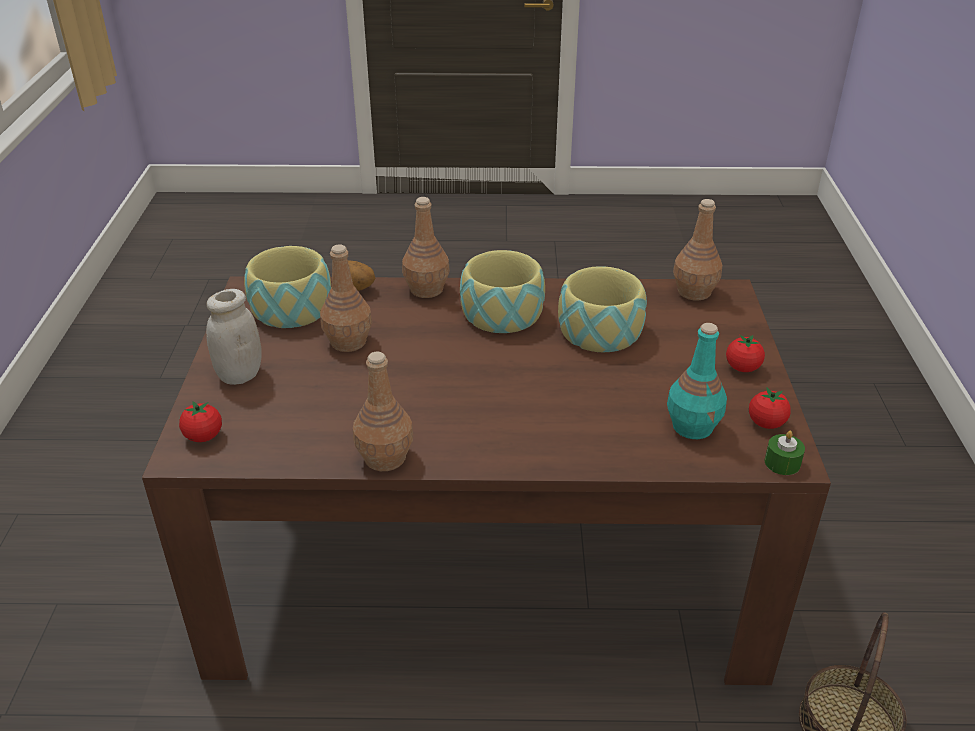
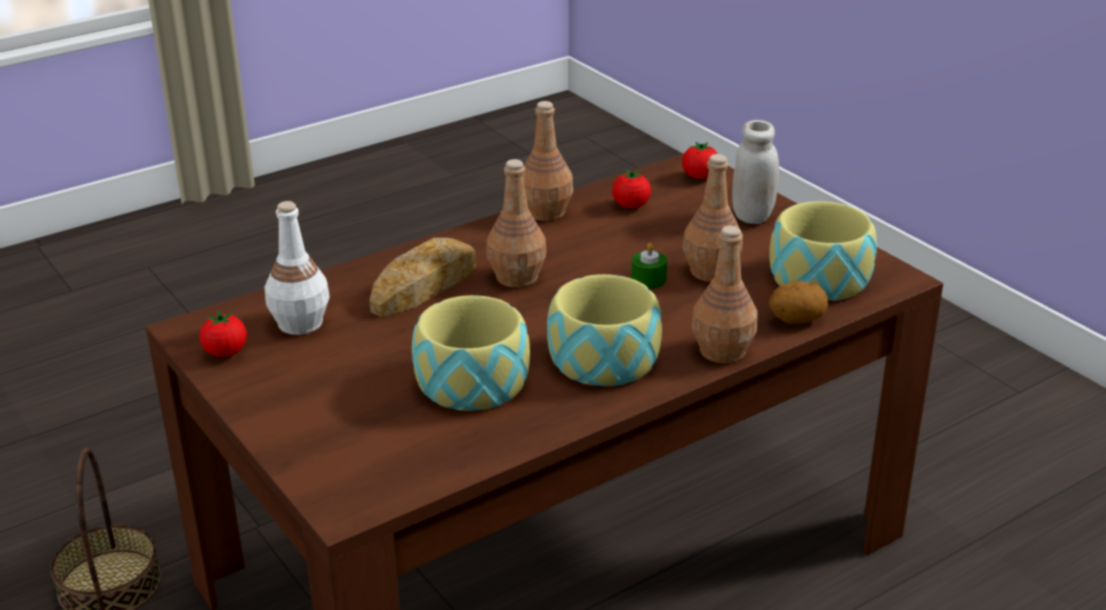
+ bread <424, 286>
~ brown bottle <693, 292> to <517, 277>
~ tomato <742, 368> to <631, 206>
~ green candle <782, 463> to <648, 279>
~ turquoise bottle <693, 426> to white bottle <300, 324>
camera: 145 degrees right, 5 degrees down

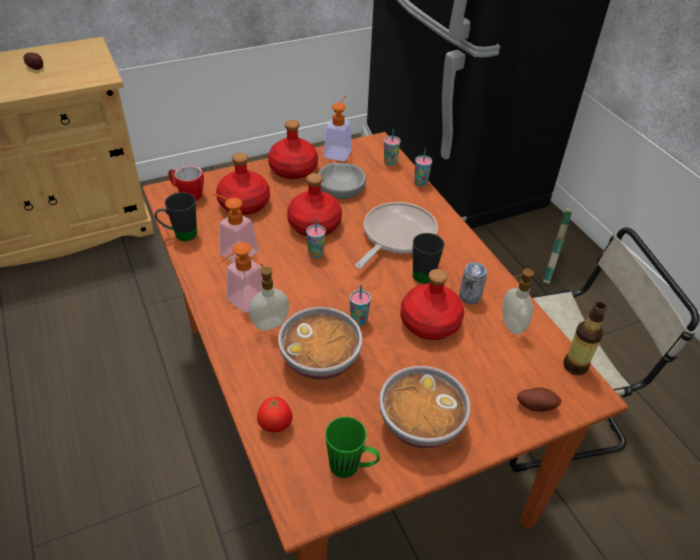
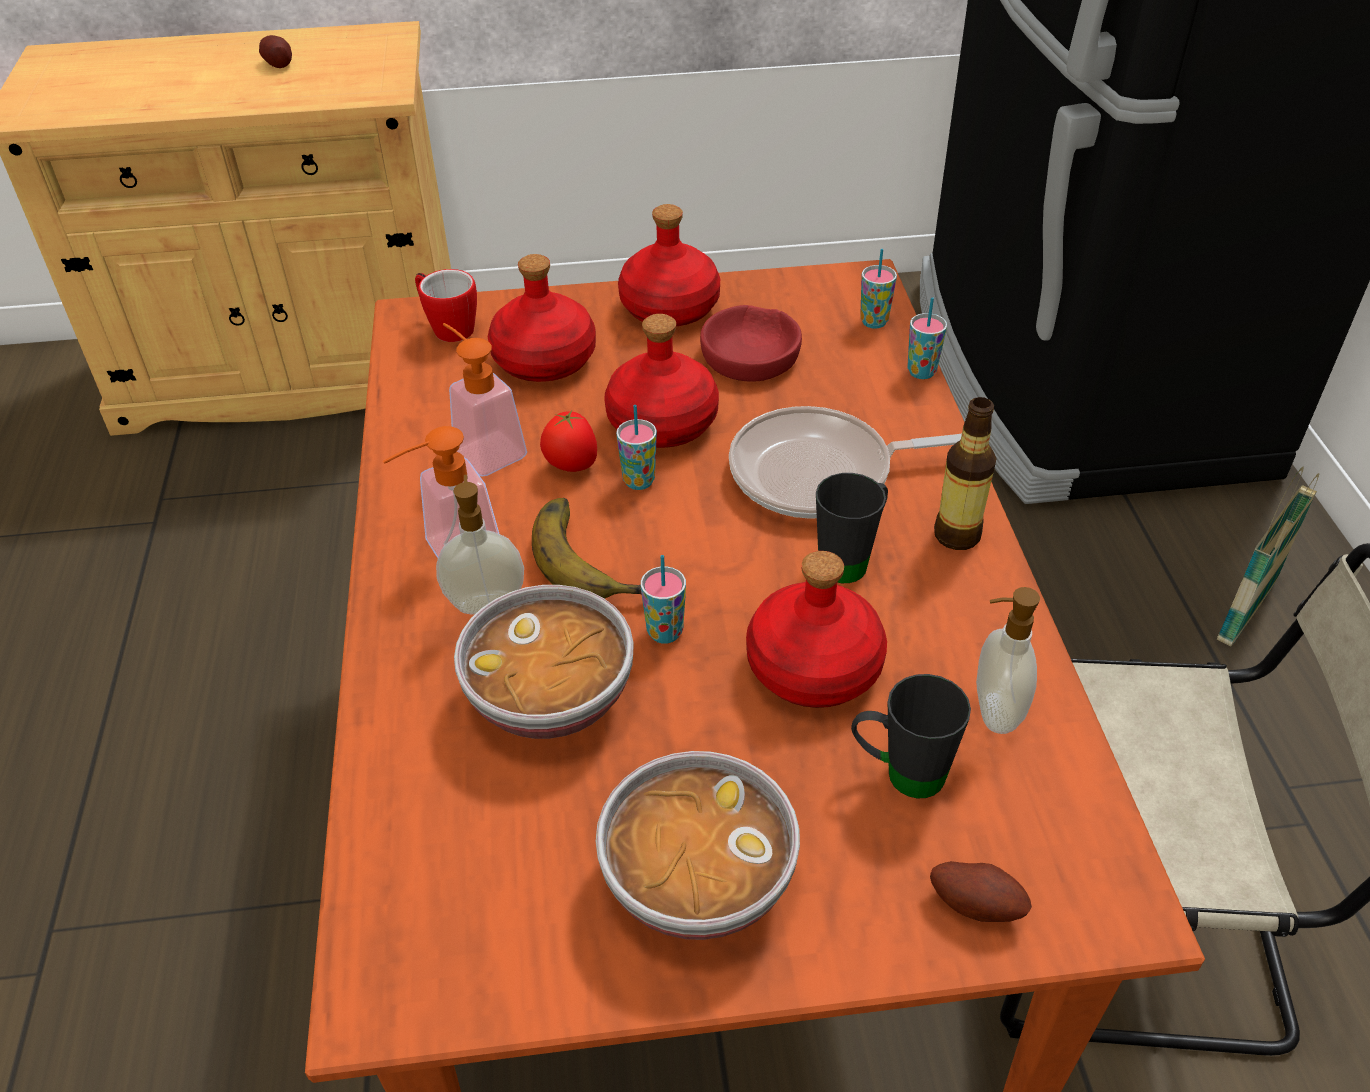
- soap dispenser <339, 151>
- green mug <351, 468>
- can <469, 297>
+ banana <597, 555>
~ black mug <180, 235> to <900, 774>
~ tomato <275, 426> to <571, 466>
~ bottle <575, 366> to <956, 535>
~ grey bowl <341, 186> to red bowl <750, 355>
~ frying pan <396, 236> = <820, 473> 150 degrees counterclockwise
camera: 20 degrees right, 0 degrees up

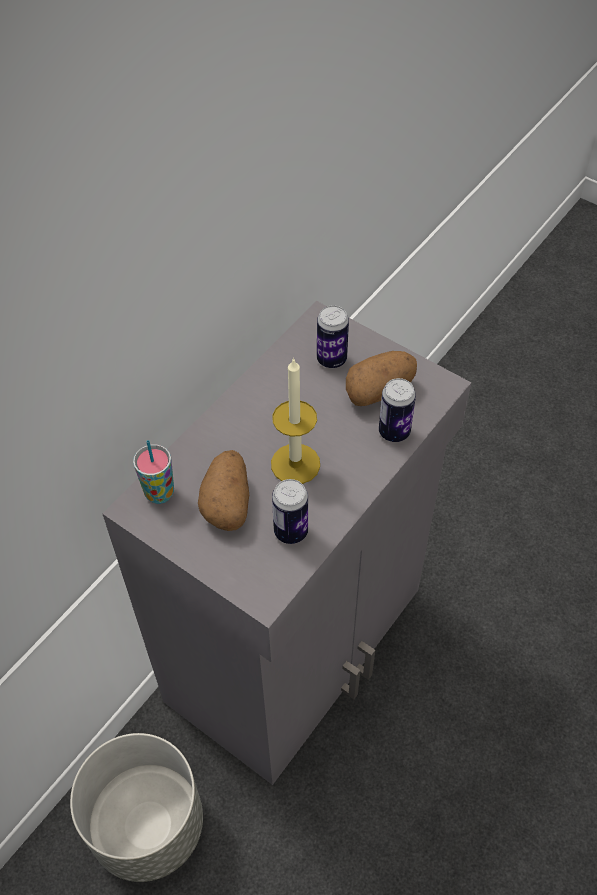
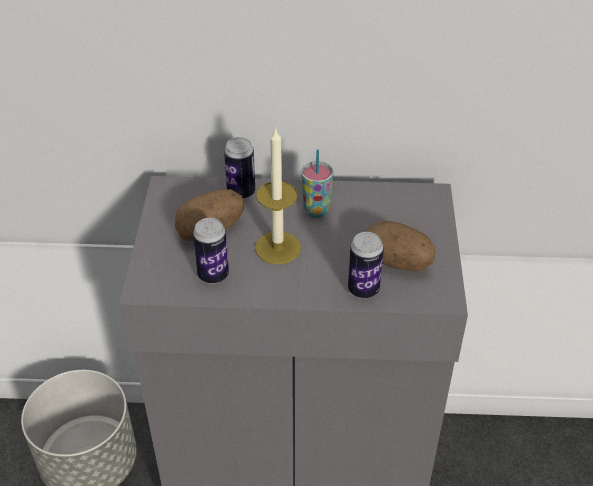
~ cup <159, 493> to <316, 210>
~ can <331, 359> to <241, 192>
camera: 55 degrees right, 10 degrees down

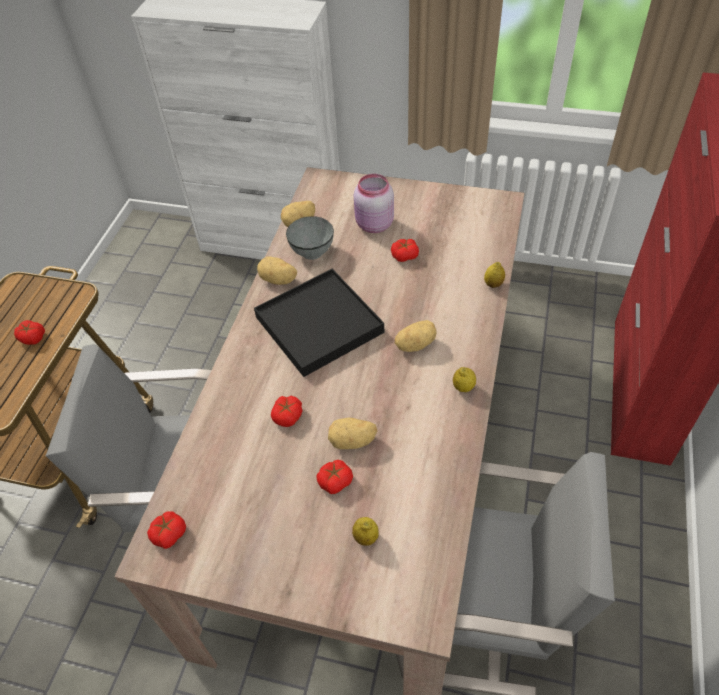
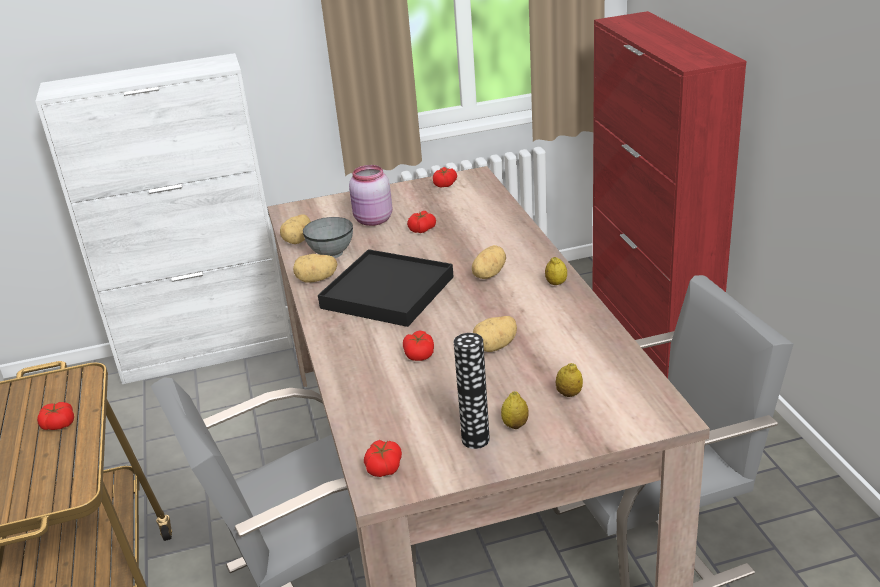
+ vase <475, 439>
~ tomato <335, 481> to <445, 184>
~ lemon <493, 284> to <515, 425>
camera: 30 degrees left, 20 degrees down

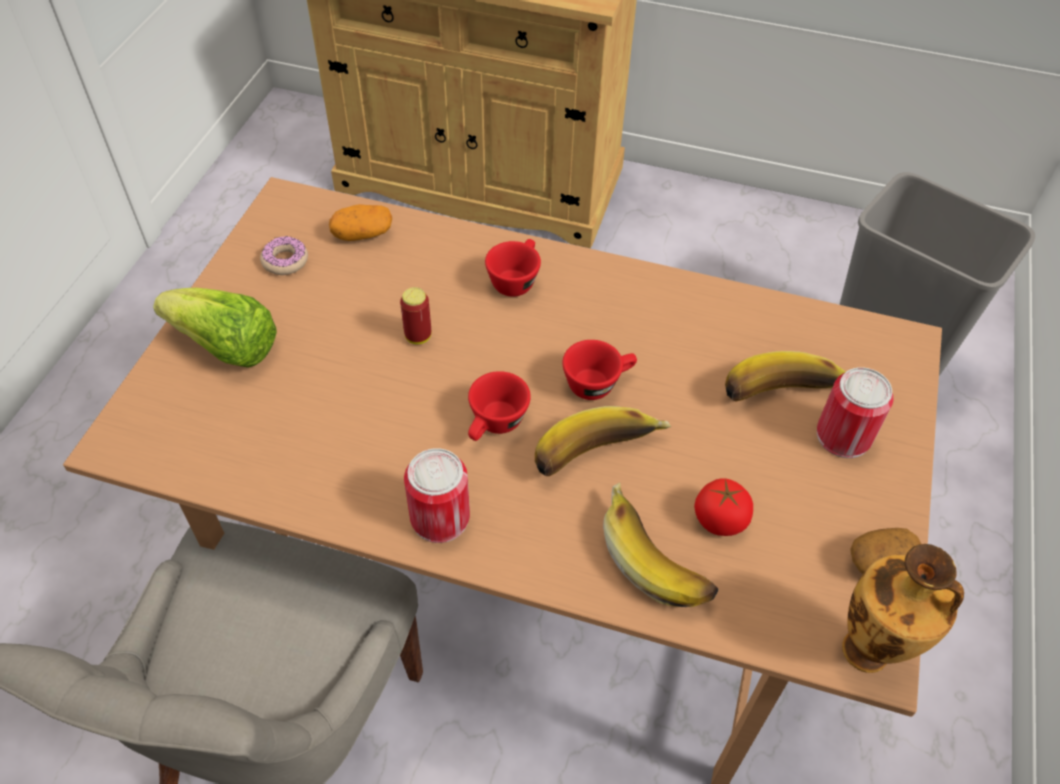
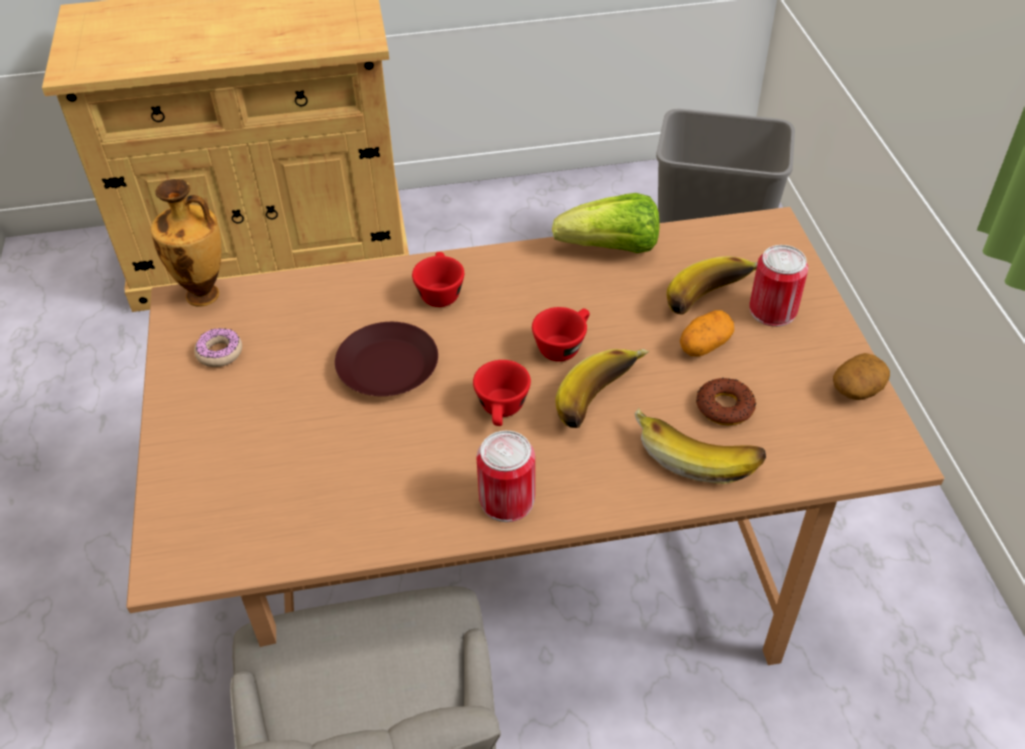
~ lettuce <225, 347> to <611, 248>
~ potato <362, 234> to <704, 345>
~ vase <868, 653> to <205, 296>
~ can <418, 336> to brown plate <387, 368>
~ tomato <720, 519> to donut <725, 407>
camera: 25 degrees left, 5 degrees down

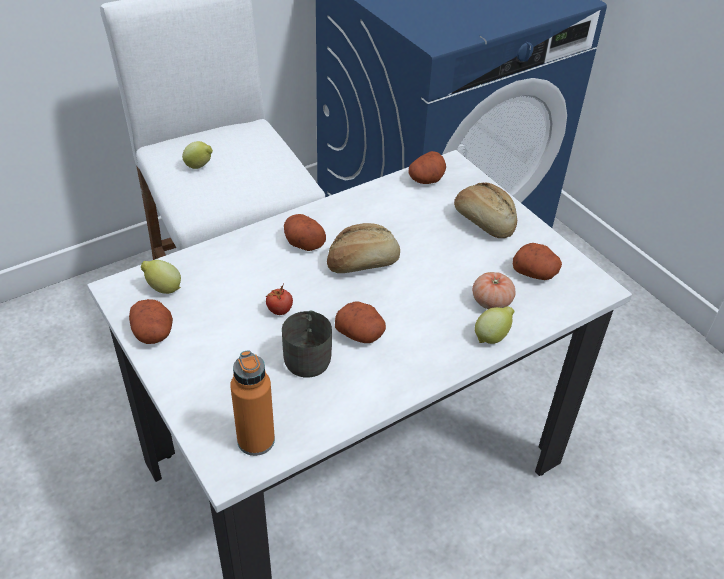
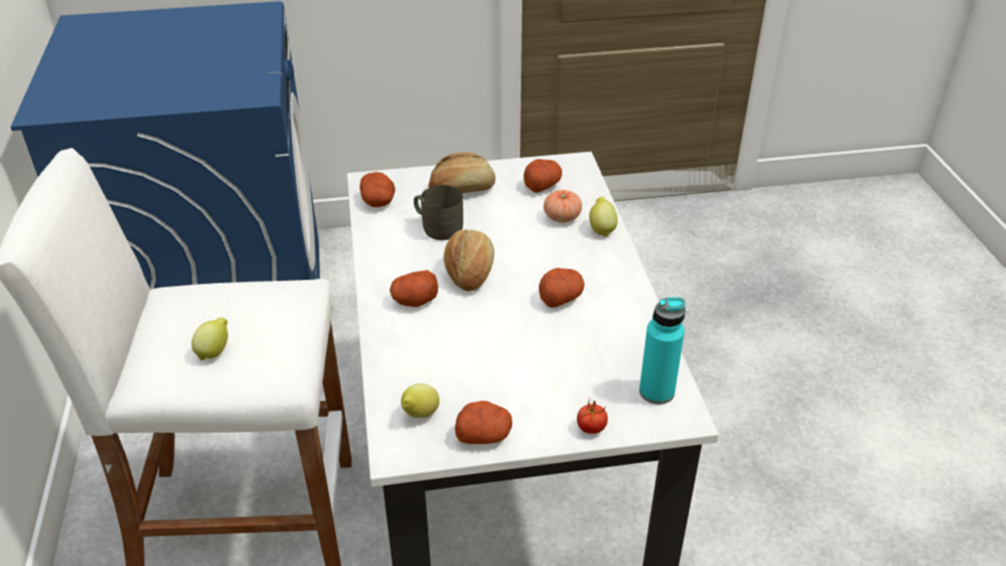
~ tomato <279, 310> to <591, 429>
~ grey mug <309, 355> to <438, 226>
~ orange bottle <256, 440> to turquoise bottle <656, 392>
camera: 65 degrees left, 5 degrees down

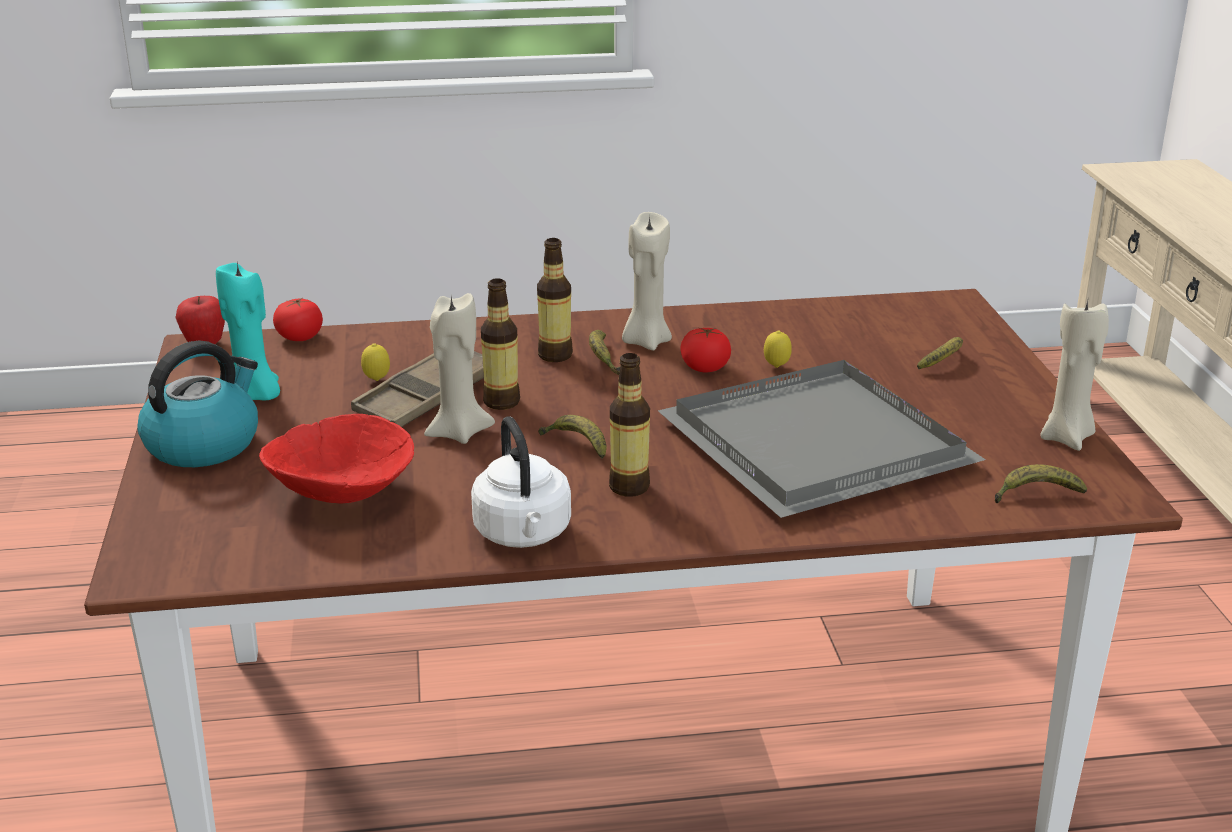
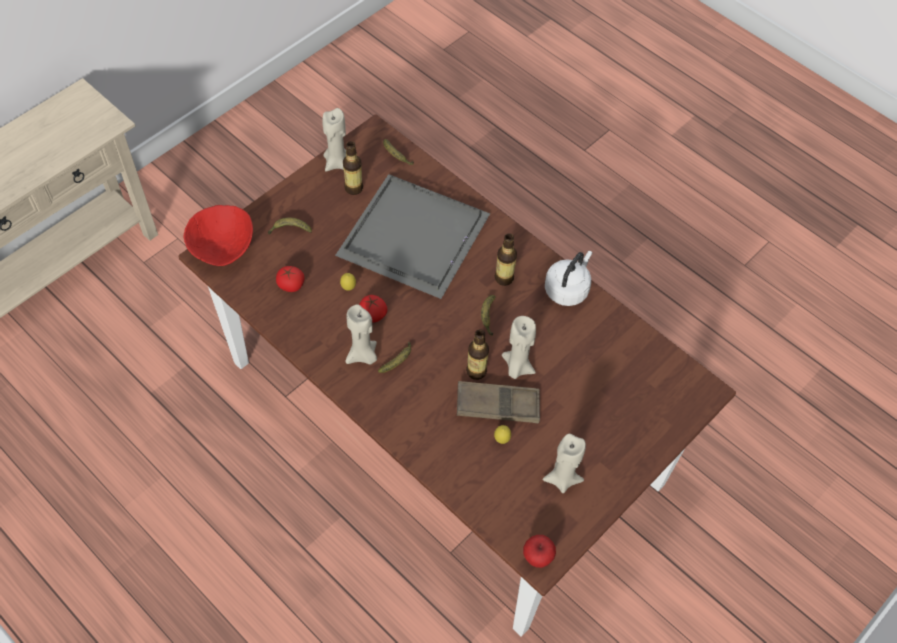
- kettle <204, 444>
~ red bowl <340, 493> to <223, 247>
~ tomato <300, 337> to <291, 285>
~ bottle <555, 355> to <354, 188>
~ turquoise candle <255, 396> to beige candle <562, 479>
camera: 130 degrees left, 30 degrees up

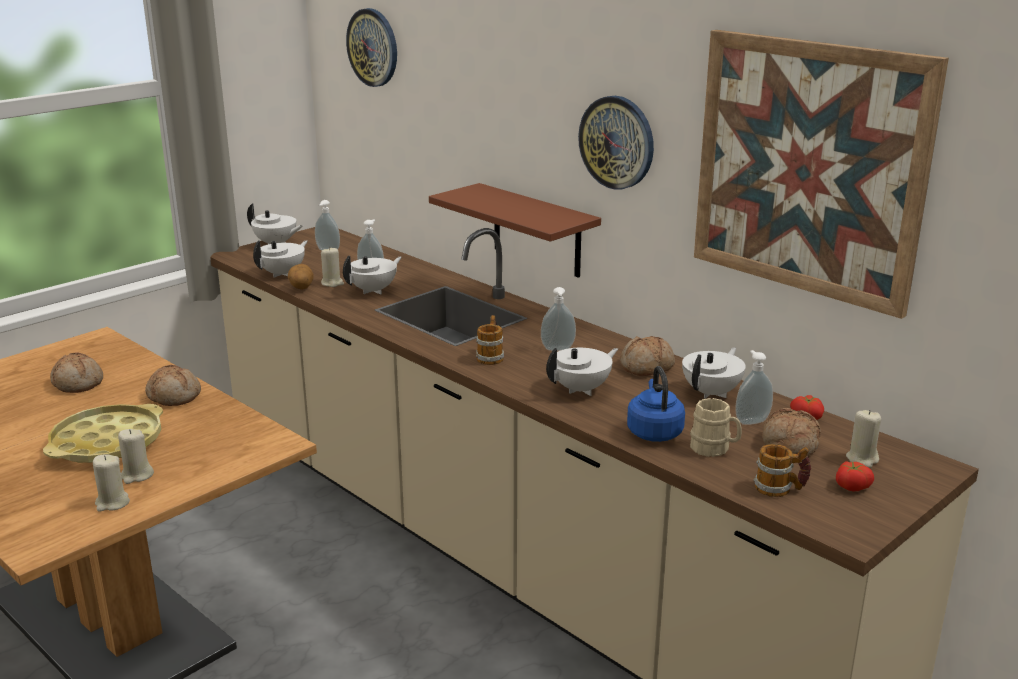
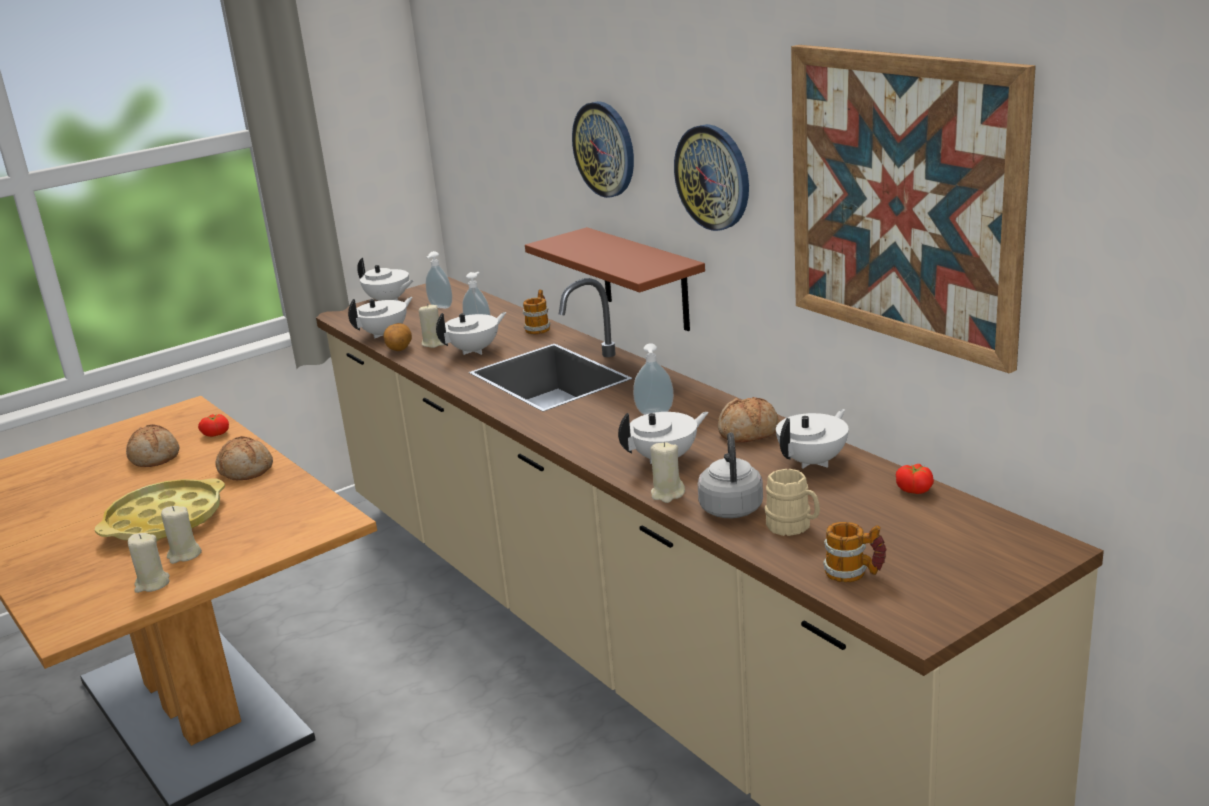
- soap dispenser <751, 420>
- bread <788, 444>
~ wall clock <373, 47> to <605, 149>
~ mug <491, 356> to <539, 328>
~ tomato <851, 486> to <216, 433>
~ beige candle <862, 459> to <667, 494>
~ blue kettle <654, 431> to grey kettle <731, 507>
camera: 10 degrees right, 0 degrees up

